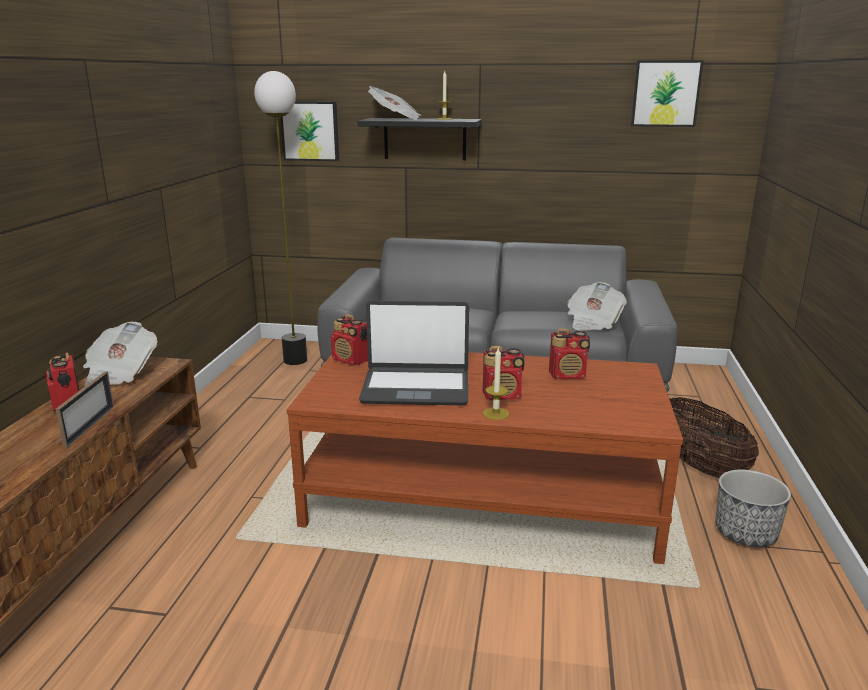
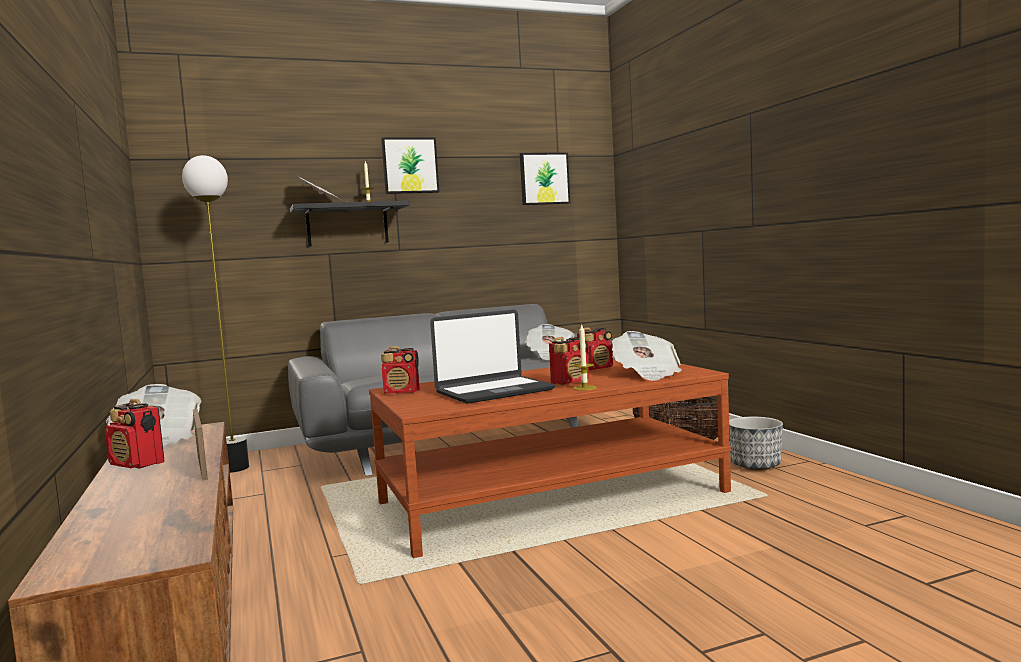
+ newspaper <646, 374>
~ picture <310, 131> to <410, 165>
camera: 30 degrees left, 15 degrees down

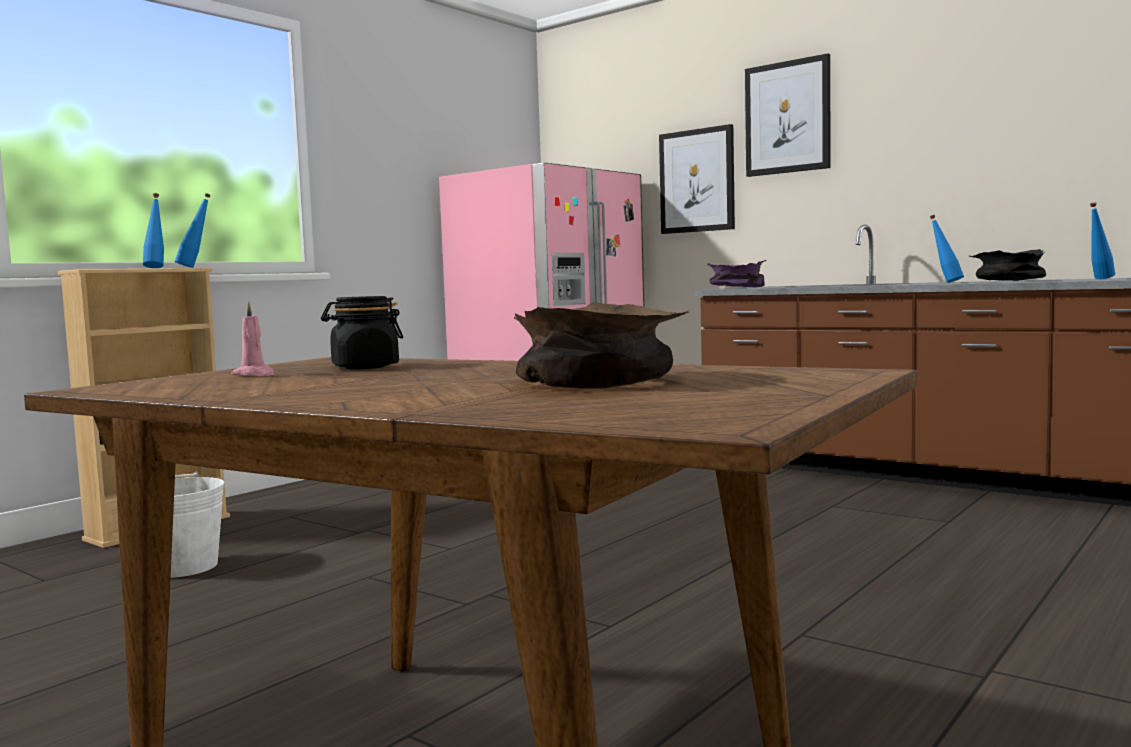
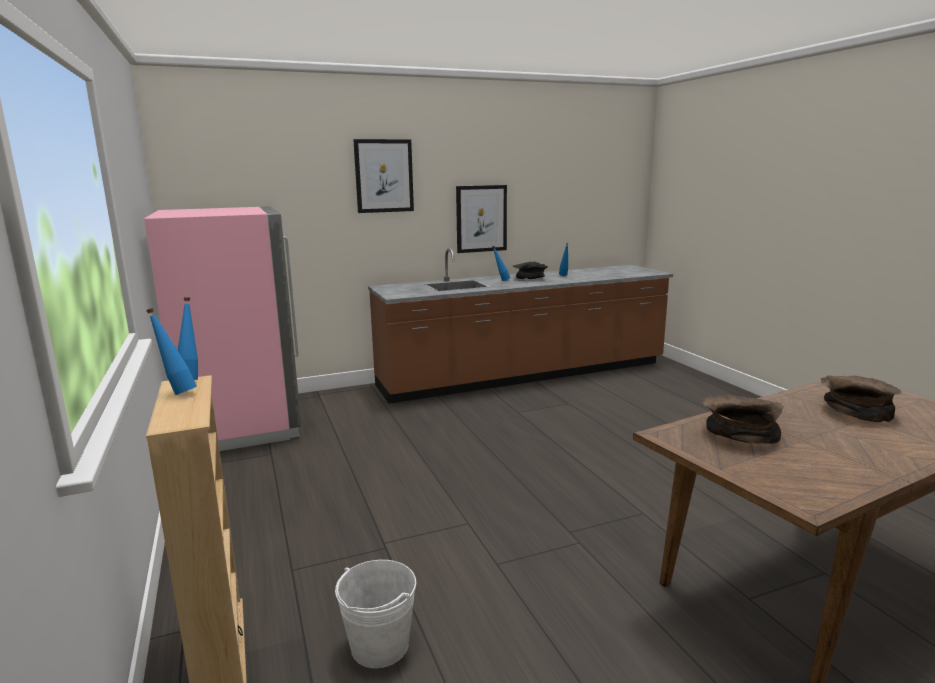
- pink candle <255, 375>
- purple bowl <735, 288>
~ picture <697, 181> to <481, 218>
~ black jar <364, 367> to brown bowl <738, 435>
camera: 60 degrees left, 10 degrees up

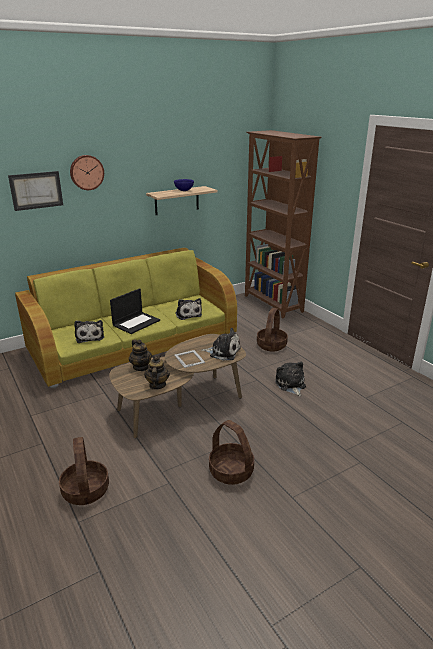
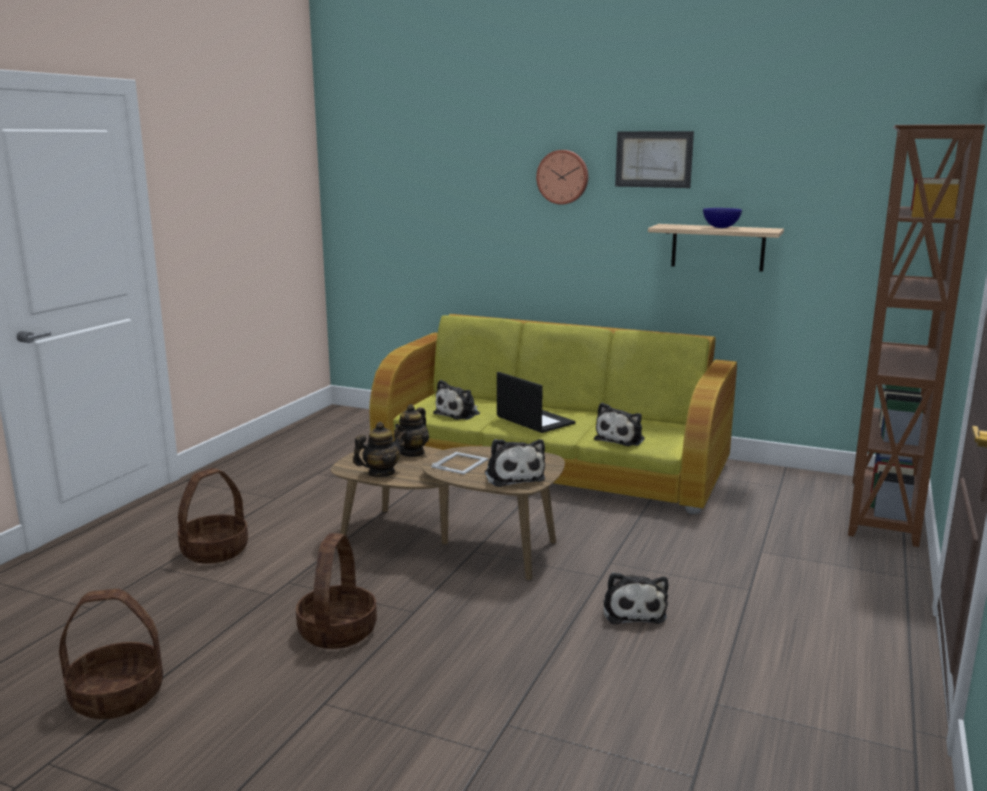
~ picture <36, 190> to <653, 159>
~ basket <271, 345> to <116, 697>
~ laptop <136, 322> = <534, 420> 135 degrees counterclockwise
~ plush toy <290, 385> = <633, 610> 135 degrees clockwise
camera: 55 degrees right, 10 degrees down

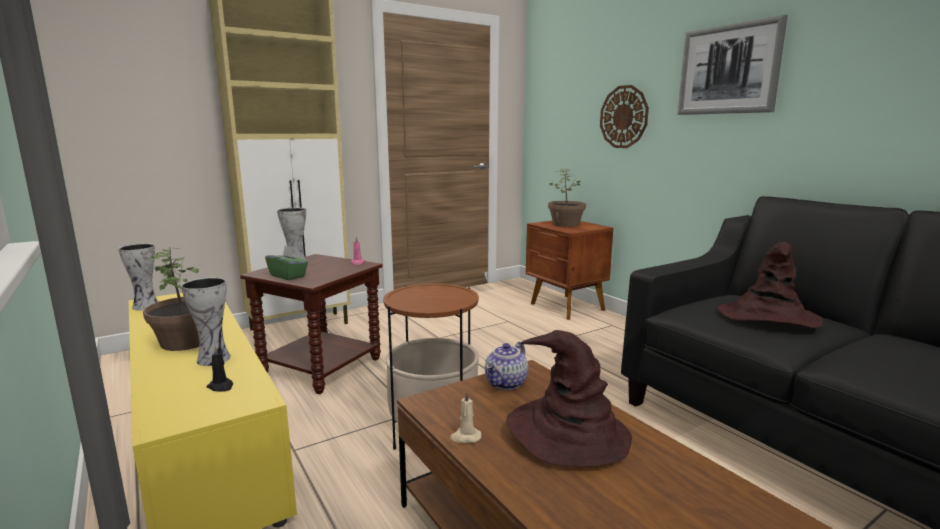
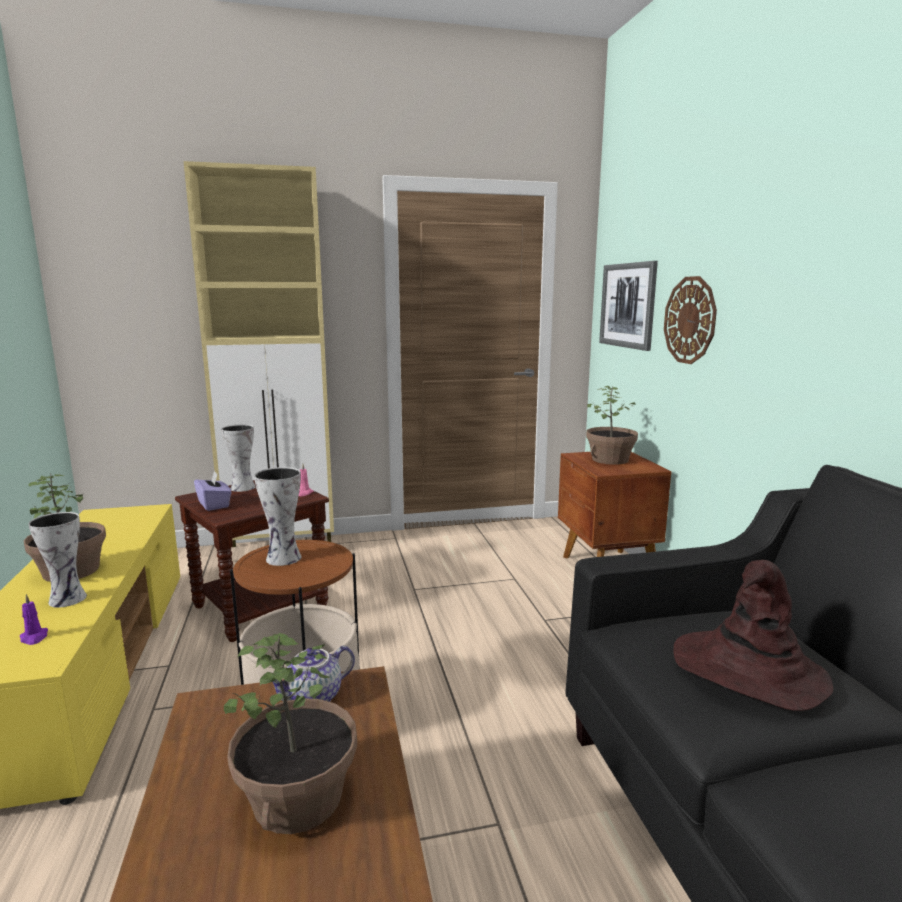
- beige candle <465, 437>
~ vase <147, 306> to <284, 559>
~ picture <728, 69> to <627, 305>
~ brown hat <566, 433> to potted plant <299, 798>
~ black candle <221, 387> to purple candle <34, 637>
~ green tissue box <288, 276> to purple tissue box <214, 504>
camera: 20 degrees right, 0 degrees up

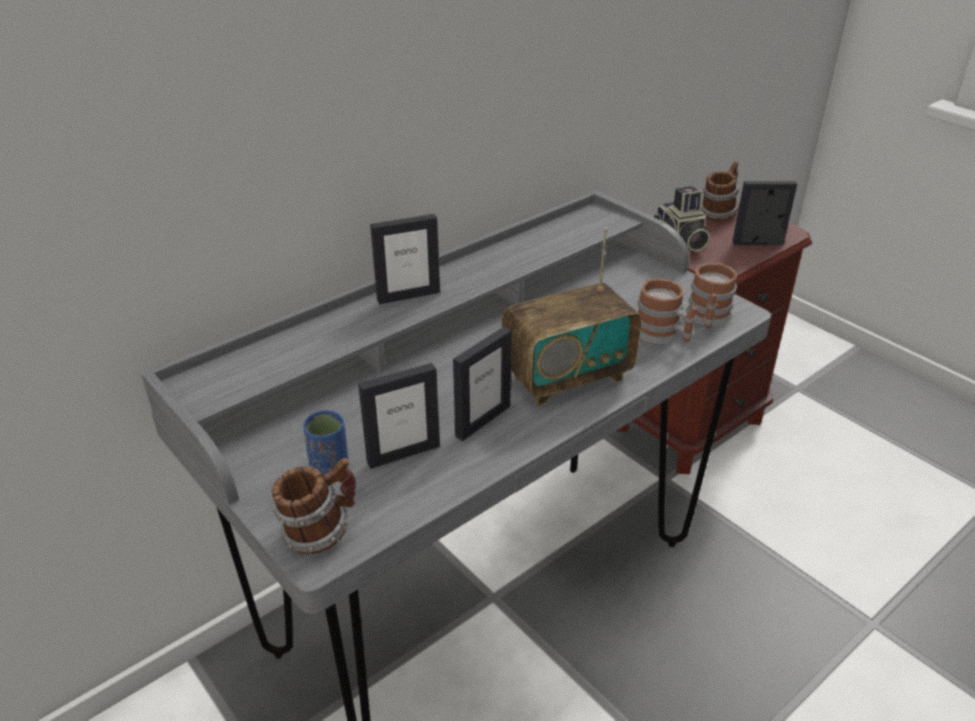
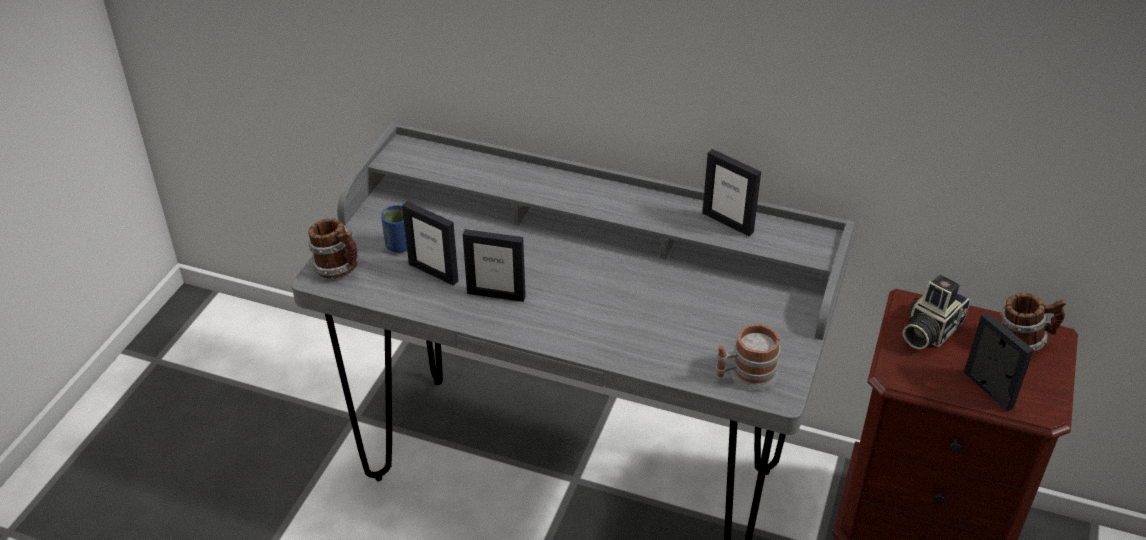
- radio <567, 377>
- mug <663, 335>
~ picture frame <408, 296> to <728, 222>
camera: 60 degrees right, 5 degrees up

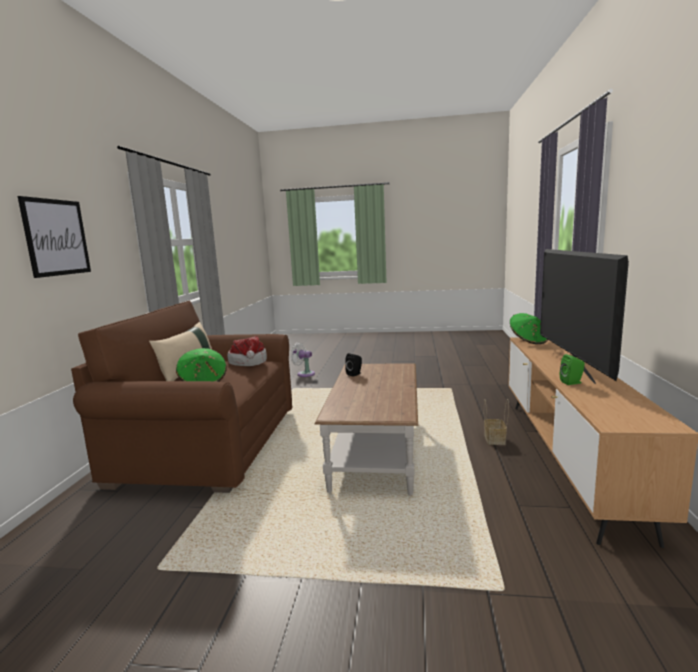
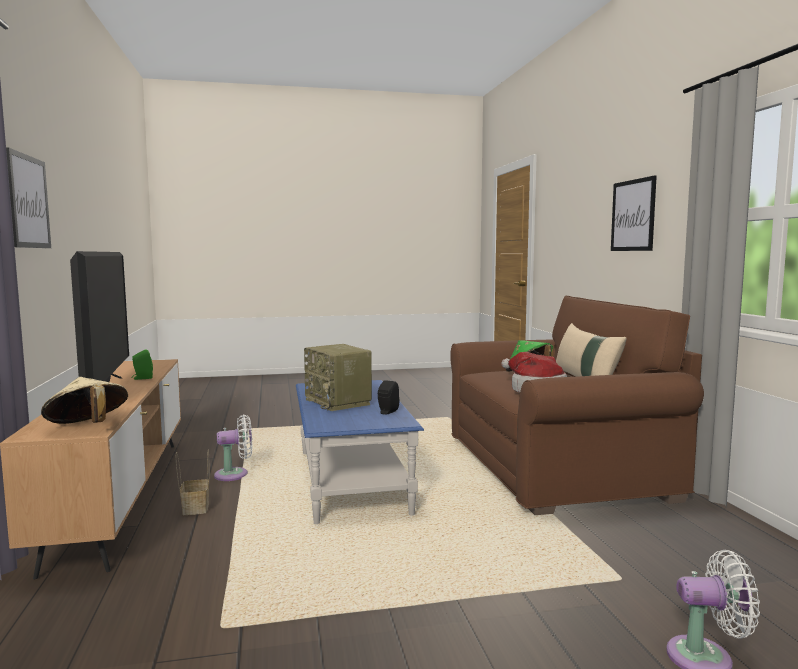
+ picture <28, 202>
+ white fan <235, 474>
+ radio <339, 402>
~ brown coffee table <376, 451> to blue coffee table <351, 481>
~ green hat <528, 341> to beige hat <87, 427>
camera: 160 degrees right, 5 degrees down

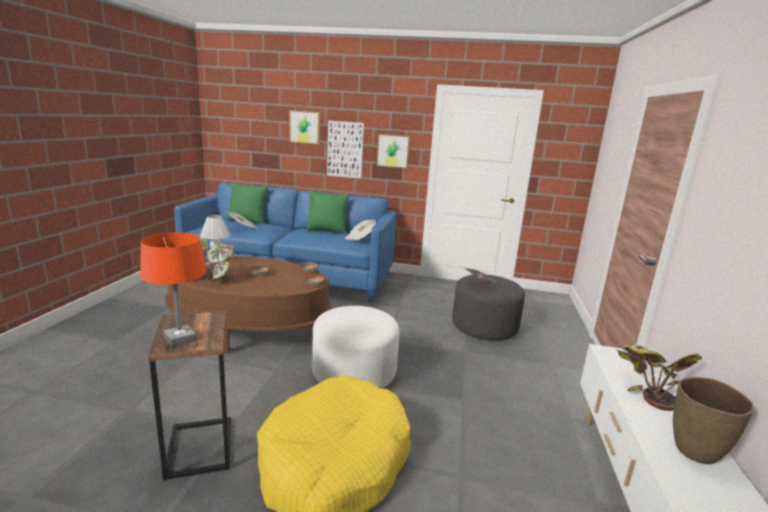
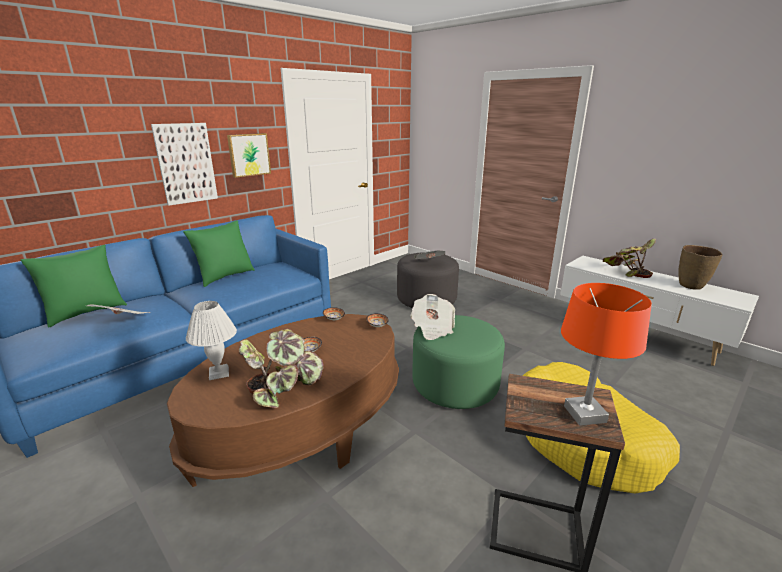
- picture <305, 127>
~ newspaper <360, 238> to <432, 328>
~ white ottoman <354, 373> to green ottoman <454, 384>
camera: 55 degrees left, 5 degrees up

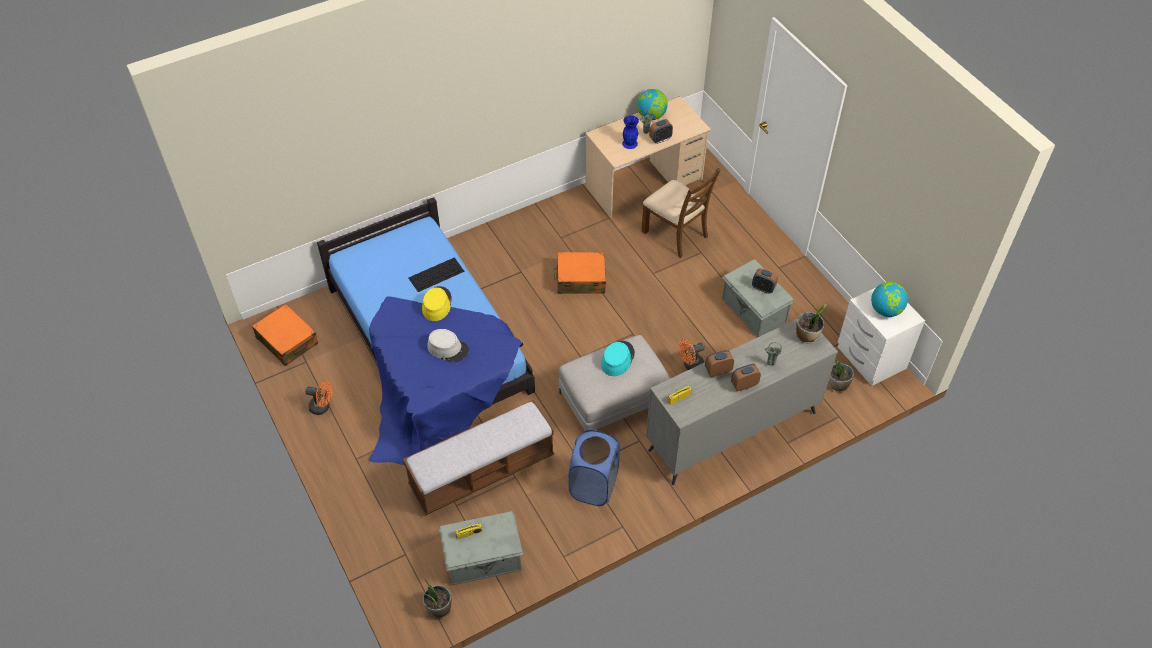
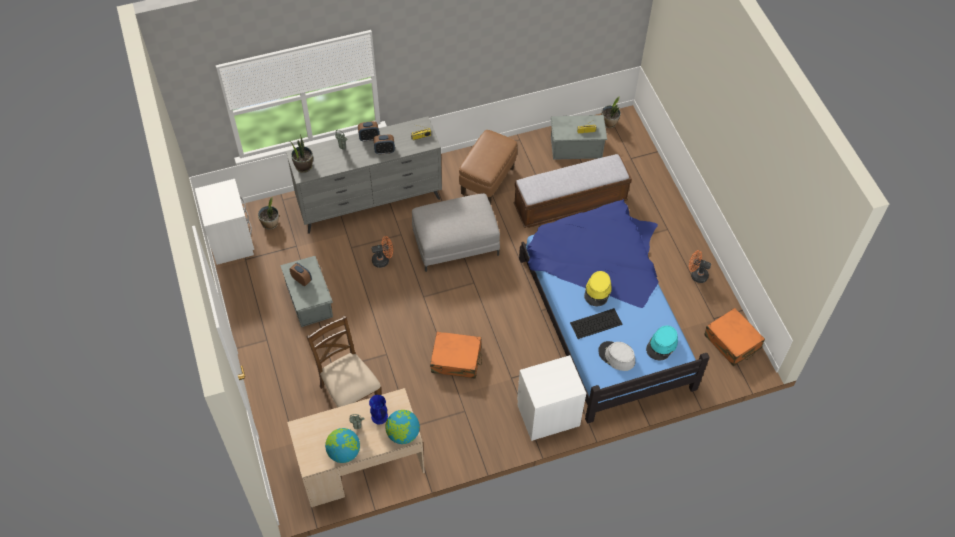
- alarm clock <660, 139>
+ white nightstand <548, 414>
~ grey hat <448, 348> to <616, 356>
~ turquoise hat <617, 359> to <662, 345>
~ globe <885, 310> to <403, 434>
~ blue laundry basket <594, 486> to brown ottoman <487, 180>
camera: 170 degrees left, 5 degrees up

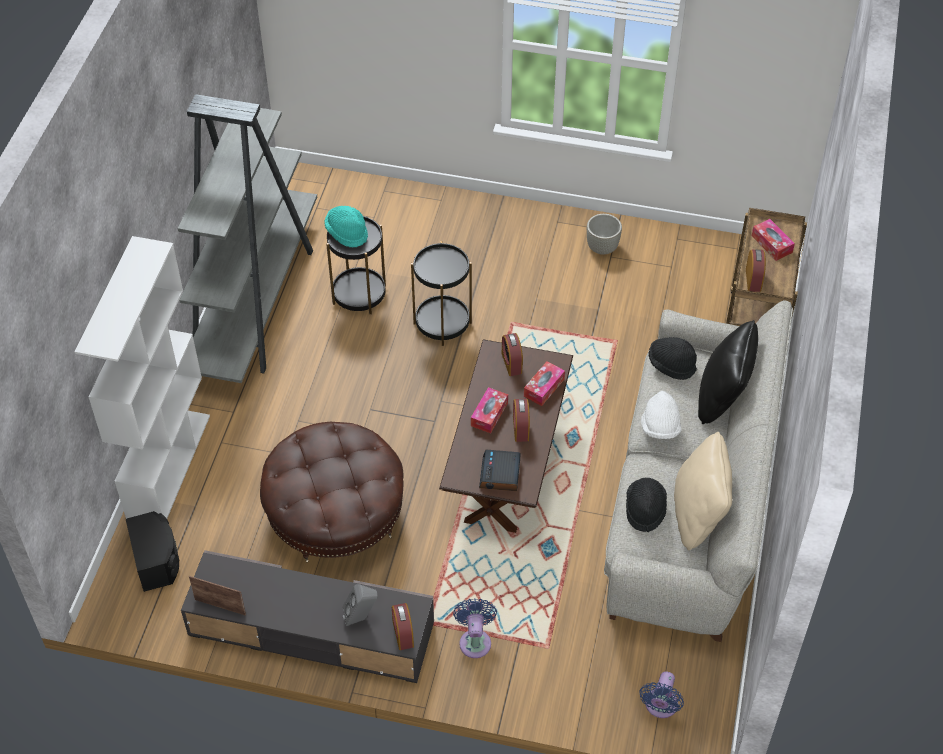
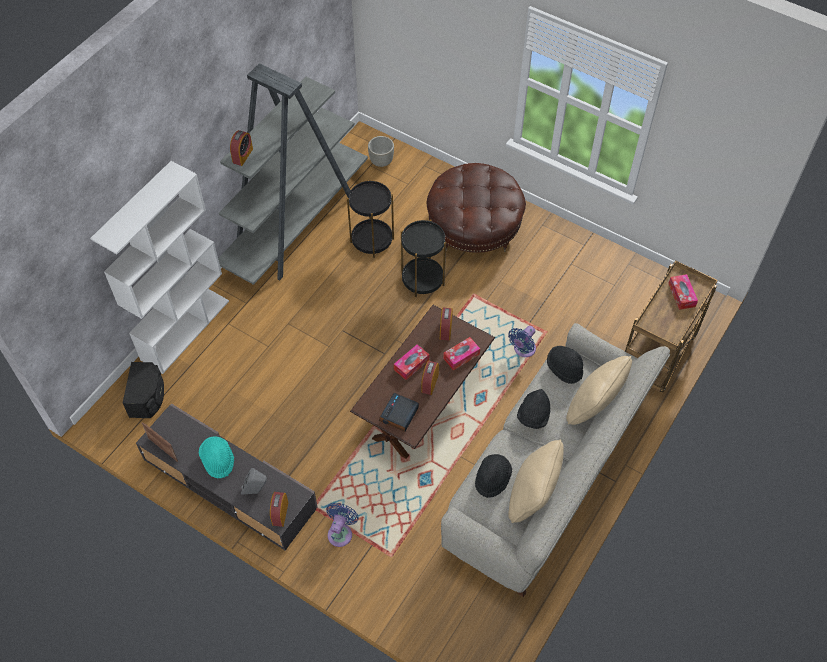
~ brown ottoman <336, 514> to <474, 227>
~ turquoise hat <347, 233> to <218, 460>
~ grey planter <602, 248> to <381, 162>
~ blue fan <660, 706> to <523, 350>
~ alarm clock <753, 280> to <242, 156>
~ white hat <660, 427> to black hat <533, 416>
~ black pillow <722, 397> to beige pillow <593, 407>
camera: 20 degrees right, 5 degrees up

